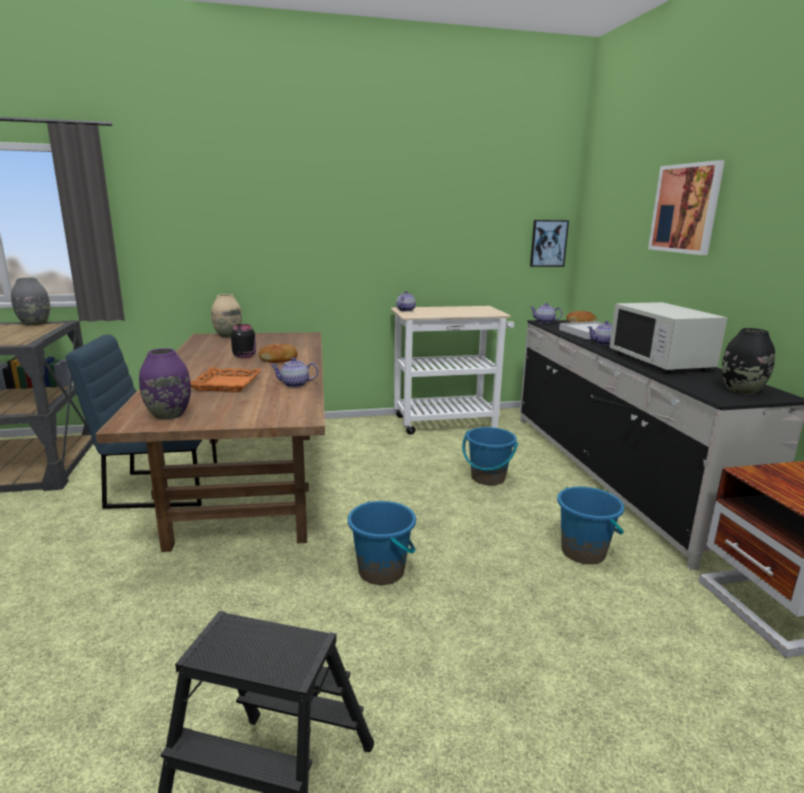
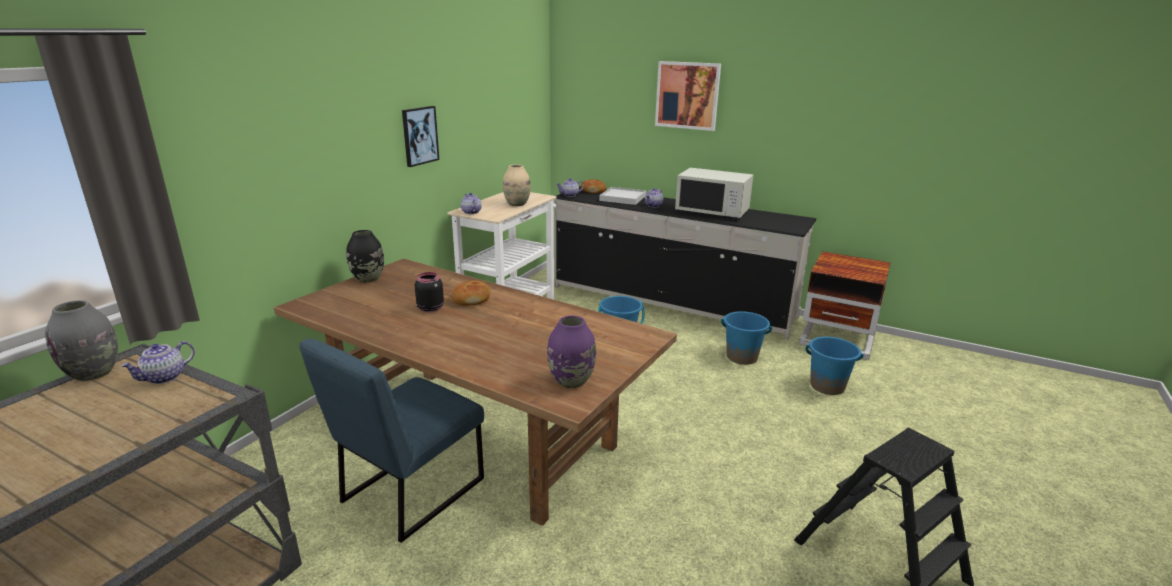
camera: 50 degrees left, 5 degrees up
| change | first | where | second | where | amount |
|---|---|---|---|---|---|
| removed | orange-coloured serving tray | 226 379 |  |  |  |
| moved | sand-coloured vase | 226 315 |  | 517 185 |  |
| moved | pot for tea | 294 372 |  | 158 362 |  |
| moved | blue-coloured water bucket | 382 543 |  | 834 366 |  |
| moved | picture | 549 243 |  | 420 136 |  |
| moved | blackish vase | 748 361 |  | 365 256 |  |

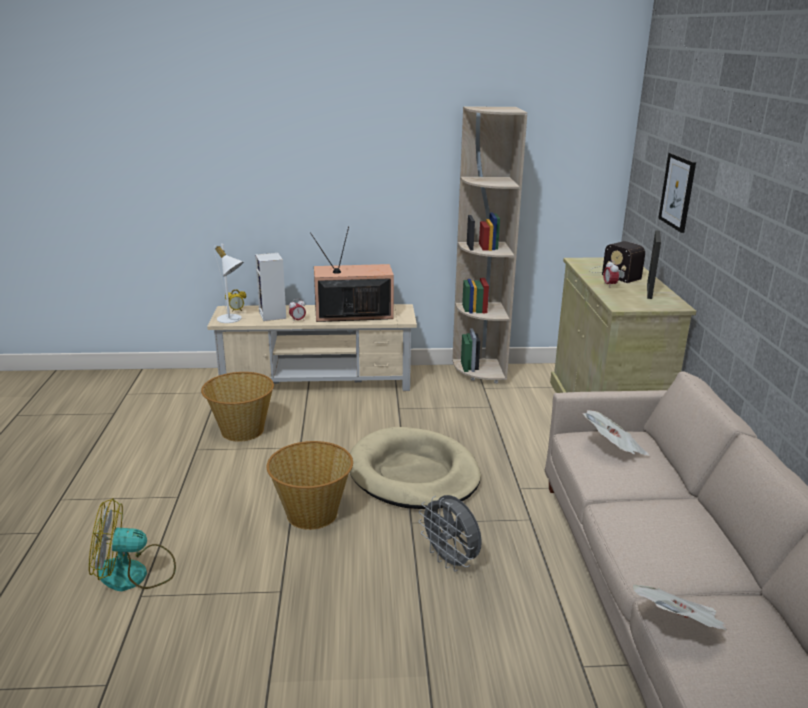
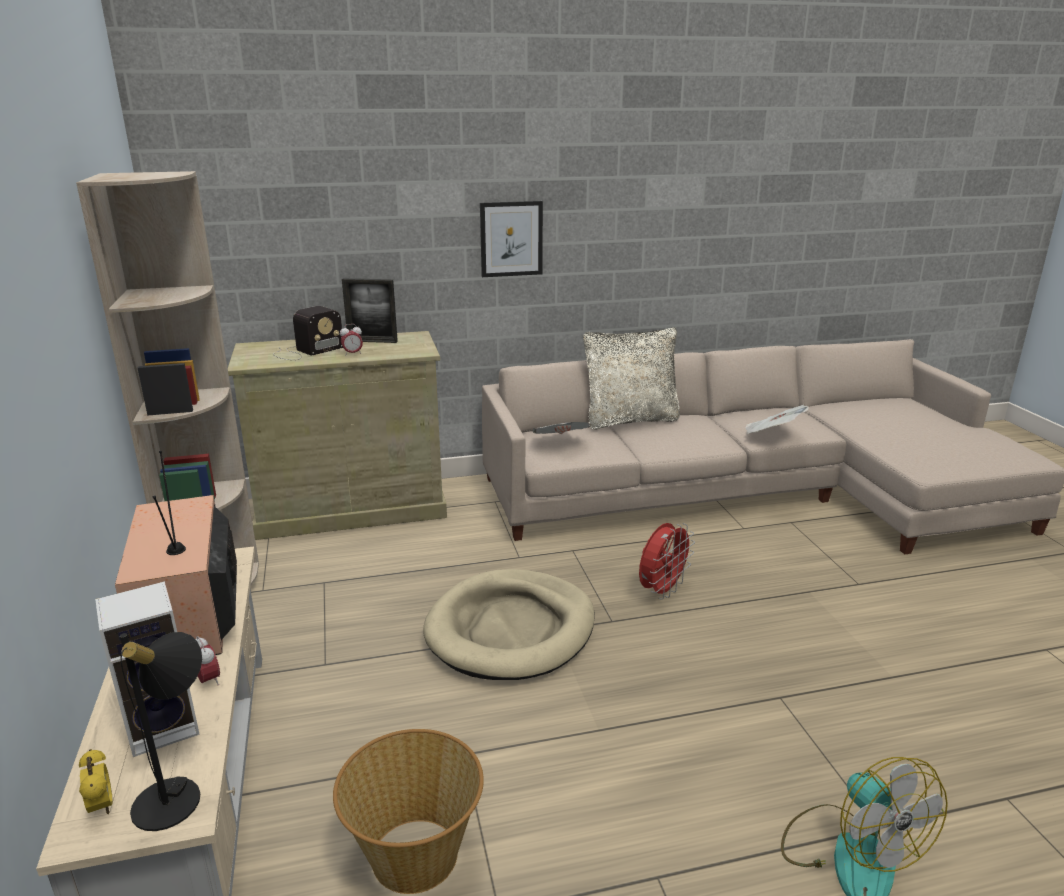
camera: 100 degrees left, 0 degrees up
| change | first | where | second | where | amount |
|---|---|---|---|---|---|
| removed | basket | 310 485 |  |  |  |
| added |  |  | sand-coloured throw pillow | 631 378 |  |
| moved | picture | 677 193 |  | 511 239 |  |
| recoloured | whitish table lamp | 228 283 | blackish table lamp | 161 731 |  |
| recoloured | grey electric fan | 450 533 | red-coloured electric fan | 667 561 |  |

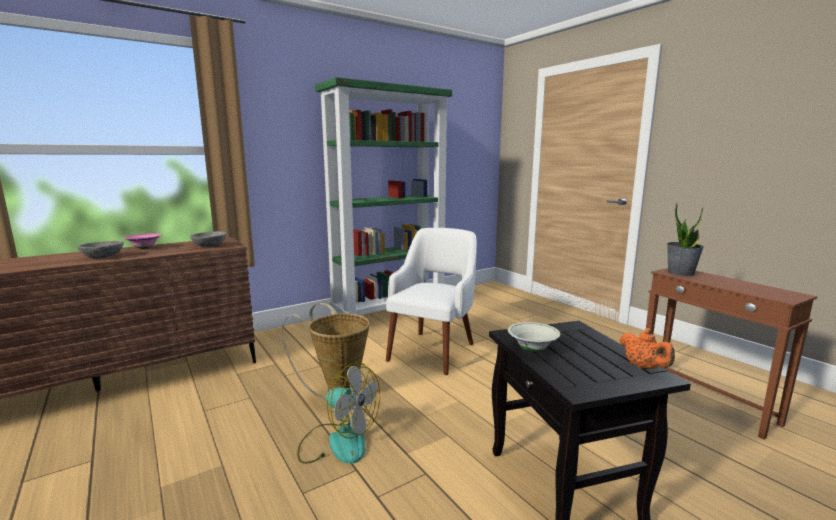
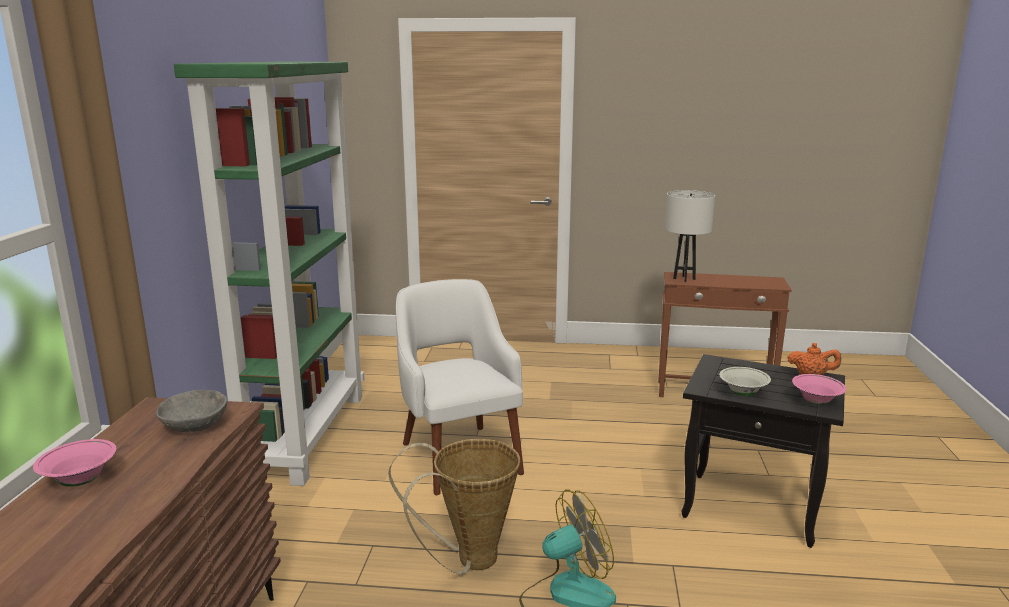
camera: 50 degrees left, 5 degrees up
| change | first | where | second | where | amount |
|---|---|---|---|---|---|
| removed | grey bowl | 100 250 |  |  |  |
| added |  |  | pink bowl | 819 389 |  |
| replaced | houseplant | 685 239 | whitish table lamp | 690 236 |  |

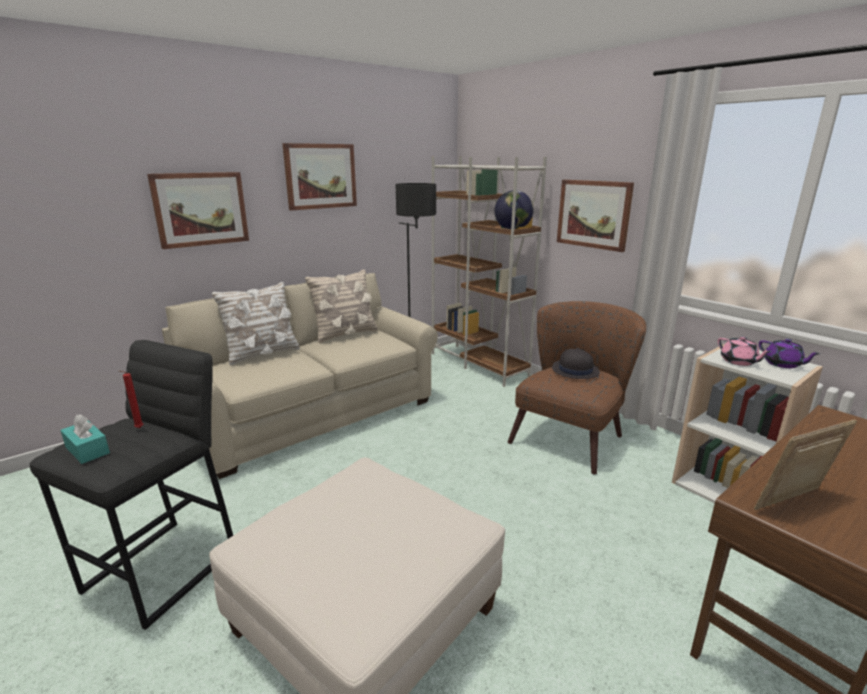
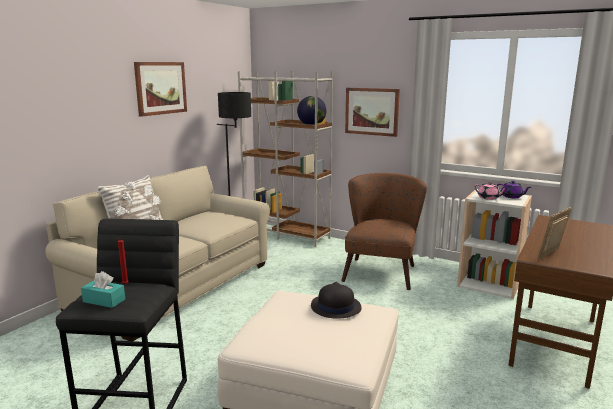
camera: 20 degrees left, 5 degrees down
| change | first | where | second | where | amount |
|---|---|---|---|---|---|
| removed | picture | 198 210 |  |  |  |
| removed | sand-coloured throw pillow | 341 306 |  |  |  |
| moved | blackish hat | 576 363 |  | 336 300 |  |

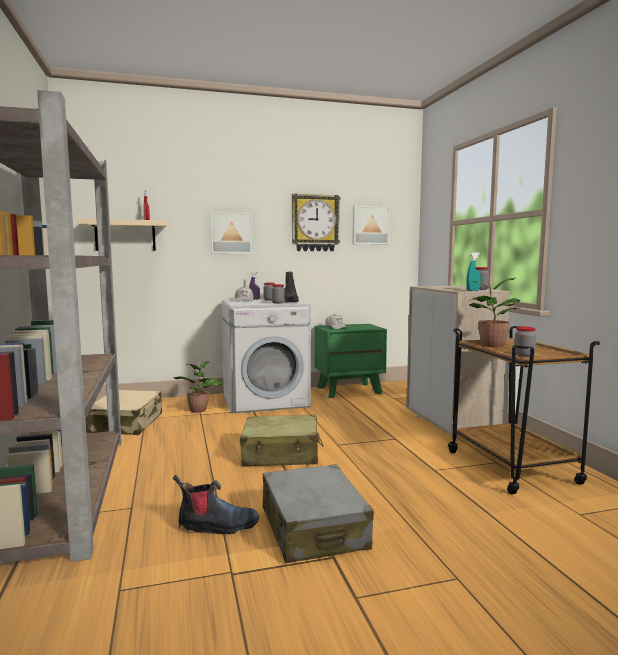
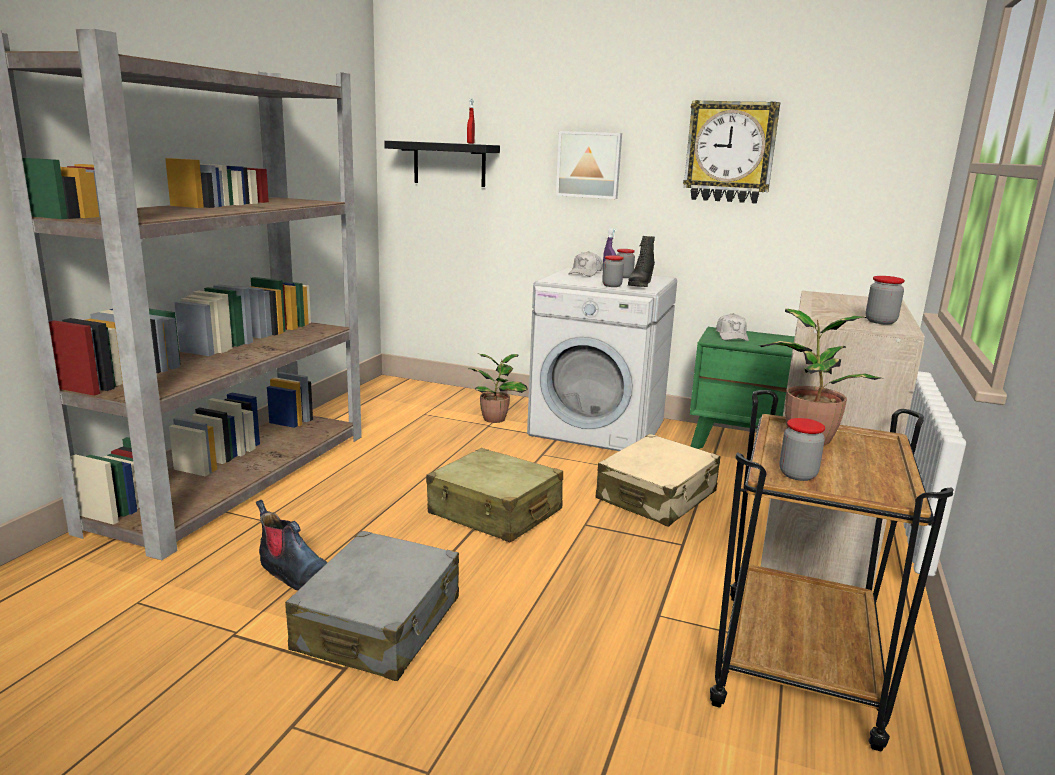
camera: 35 degrees right, 10 degrees up
| change | first | where | second | where | amount |
|---|---|---|---|---|---|
| removed | picture | 371 224 |  |  |  |
| removed | turquoise-coloured spray bottle | 474 271 |  |  |  |
| moved | sand-coloured piece of luggage | 123 412 |  | 657 480 |  |
| recoloured | sand-coloured wall shelf | 122 235 | blackish wall shelf | 442 164 |  |

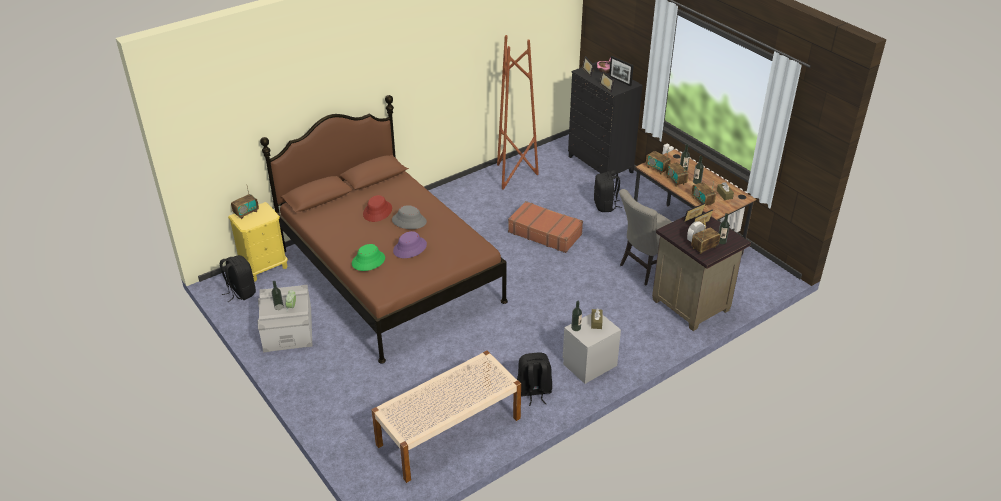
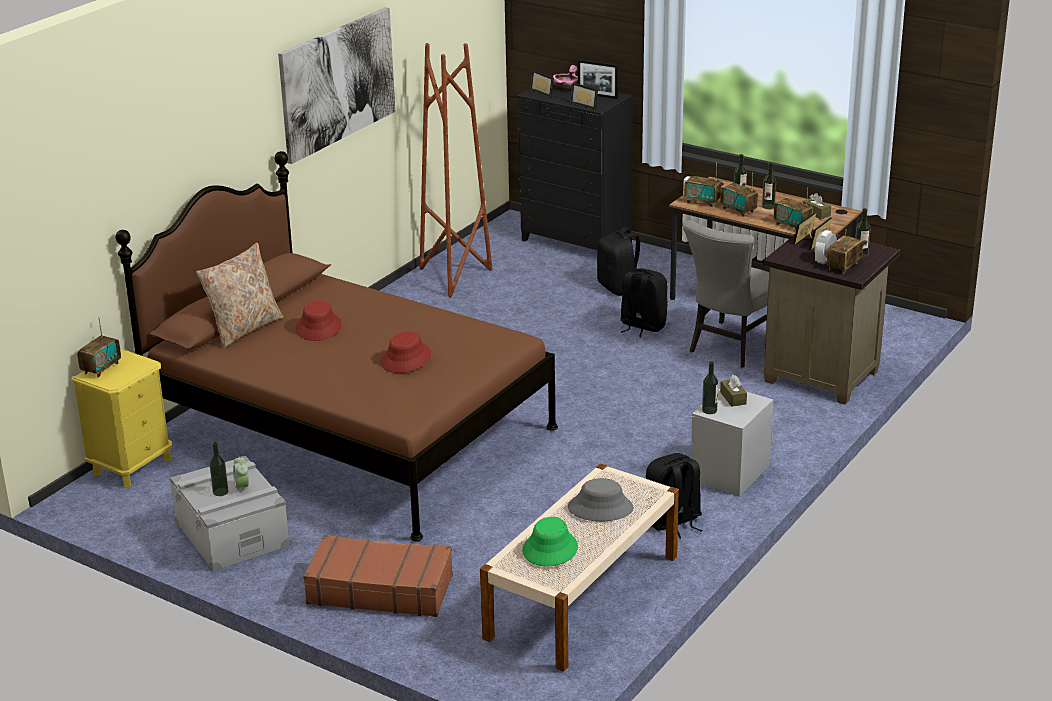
camera: 20 degrees left, 10 degrees down
| change | first | where | second | where | amount |
|---|---|---|---|---|---|
| added |  |  | sand-coloured throw pillow | 240 295 |  |
| added |  |  | picture | 336 85 |  |
| moved | blackish backpack | 238 278 |  | 644 302 |  |
| moved | green-coloured hat | 368 257 |  | 550 541 |  |
| moved | grey hat | 409 217 |  | 601 499 |  |
| moved | brownish piece of luggage | 545 227 |  | 378 576 |  |
| recoloured | purple hat | 410 244 | red-coloured hat | 406 352 |  |

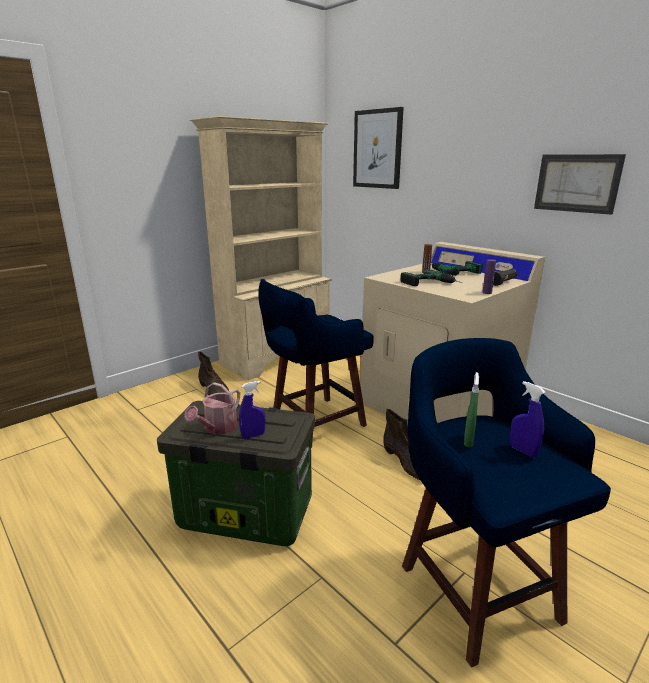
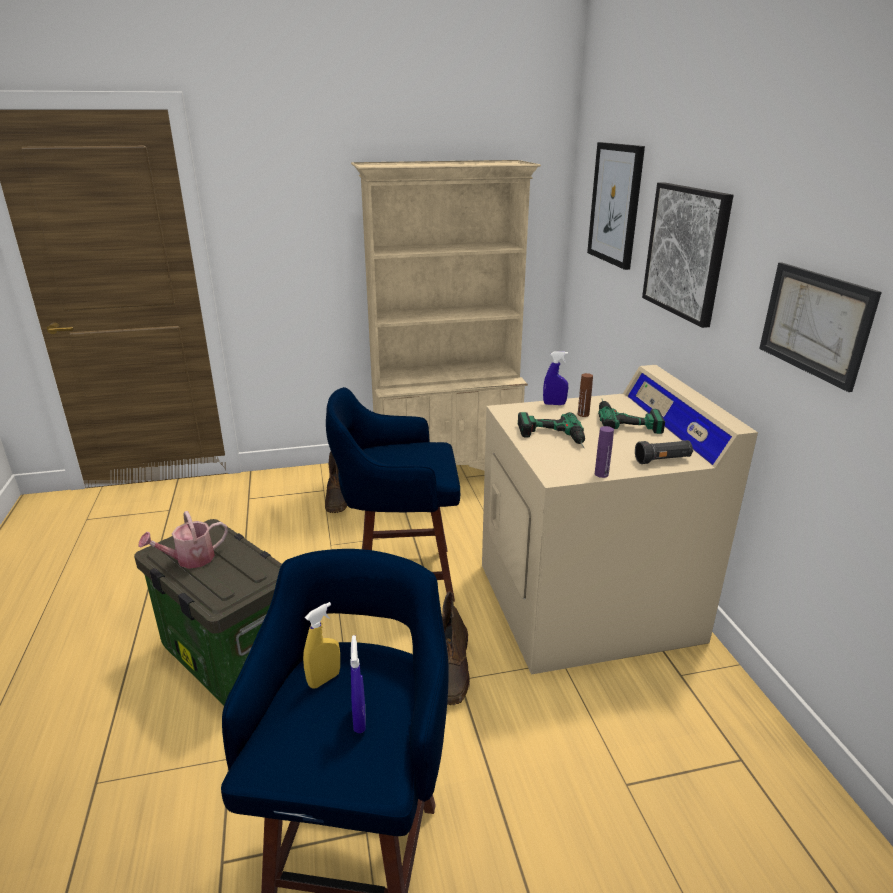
camera: 30 degrees right, 5 degrees up
| change | first | where | second | where | amount |
|---|---|---|---|---|---|
| added |  |  | picture | 688 255 |  |
| moved | blue-coloured spray bottle | 252 410 |  | 555 378 |  |
| recoloured | green-coloured spray bottle | 471 409 | yellow spray bottle | 321 645 |  |

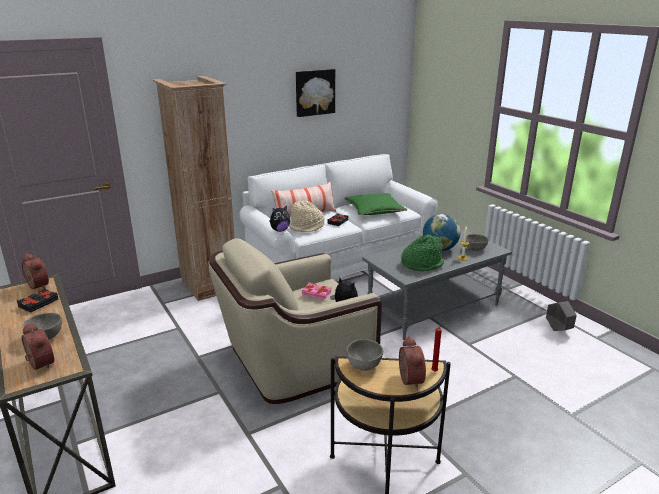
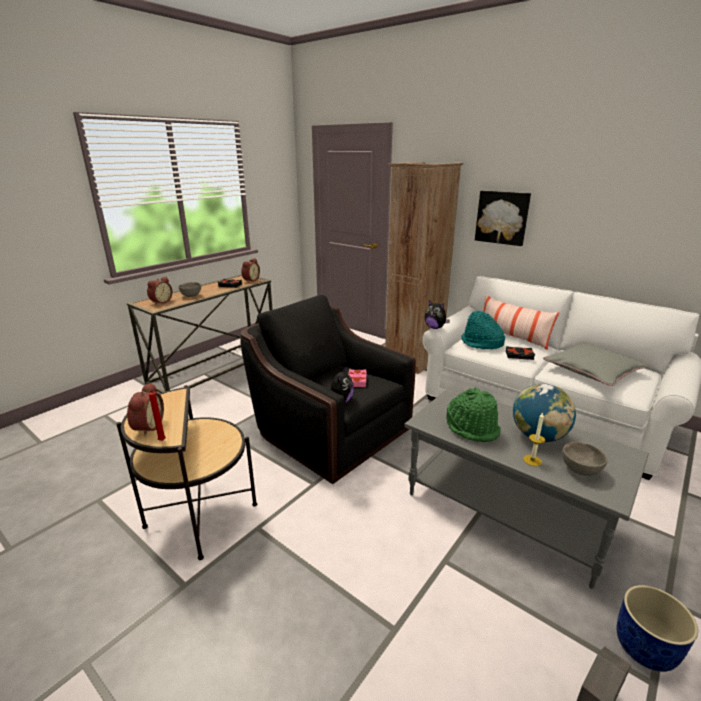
camera: 70 degrees right, 0 degrees up
| change | first | where | second | where | amount |
|---|---|---|---|---|---|
| removed | grey bowl | 364 355 |  |  |  |
| added |  |  | blue-coloured plant pot | 657 628 |  |
| moved | picture | 315 93 |  | 503 218 |  |
| recoloured | sand-coloured armchair | 295 321 | blackish armchair | 328 389 |  |
| recoloured | sand-coloured hat | 306 216 | turquoise-coloured hat | 483 330 |  |
| recoloured | green-coloured throw pillow | 375 204 | grey throw pillow | 595 364 |  |
| turned | table clock | 412 363 |  | 145 409 | 60 degrees counterclockwise |

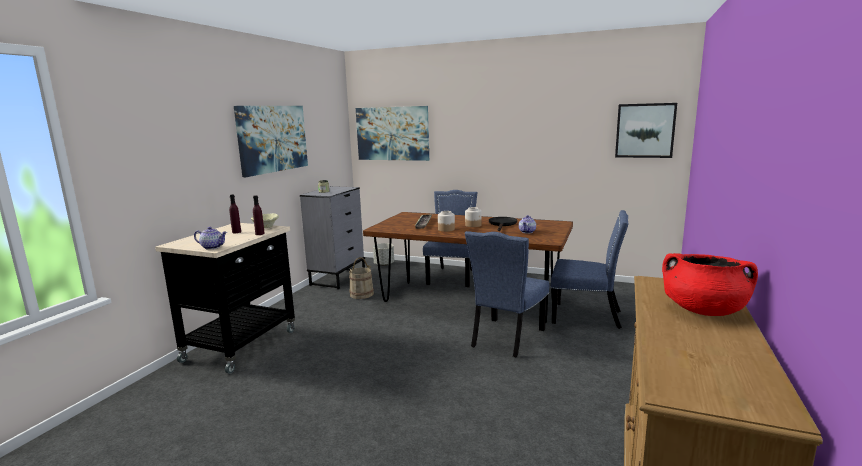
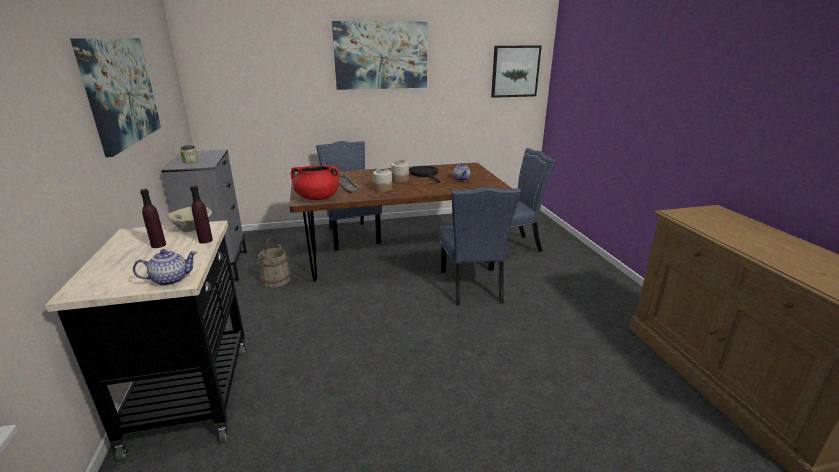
camera: 35 degrees left, 10 degrees up
| change | first | where | second | where | amount |
|---|---|---|---|---|---|
| removed | grey plant pot | 383 254 |  |  |  |
| moved | picture | 392 133 |  | 379 55 |  |
| moved | red-coloured cooking pot | 710 284 |  | 315 182 |  |

